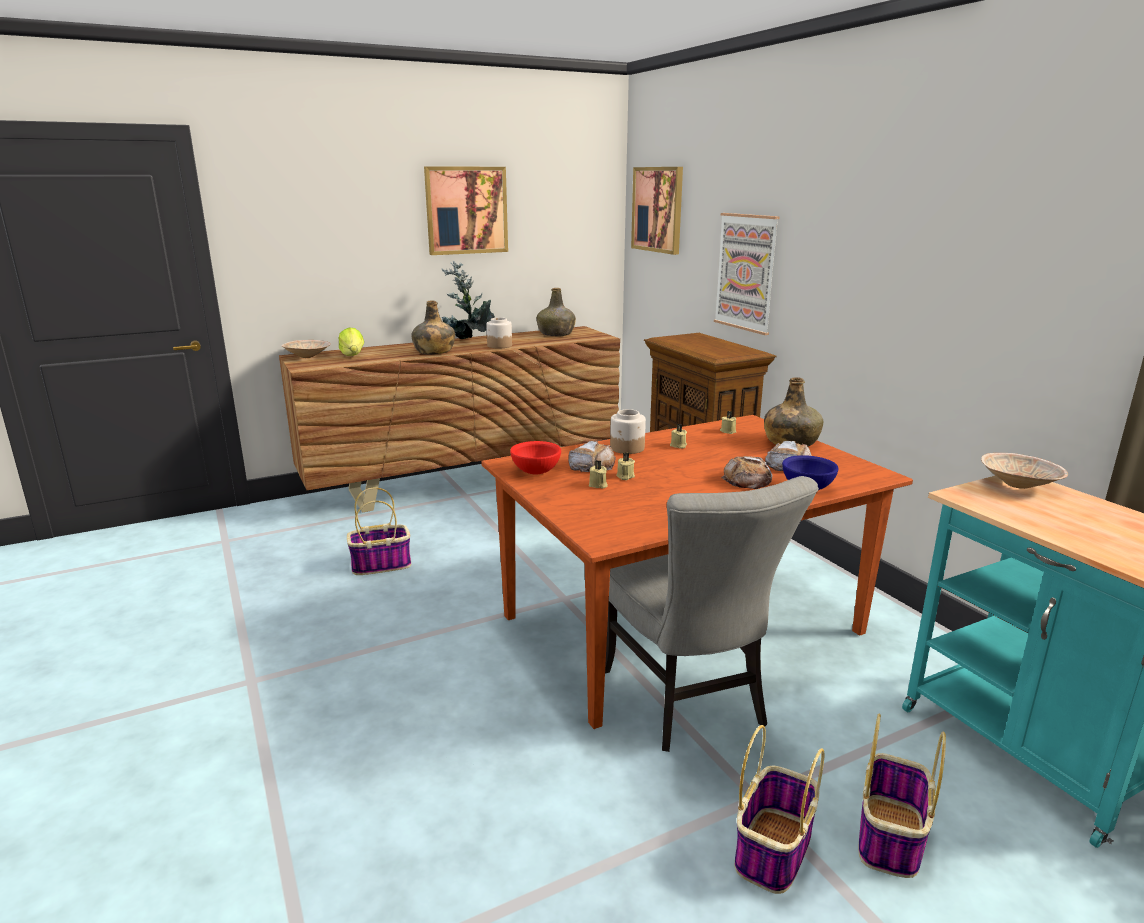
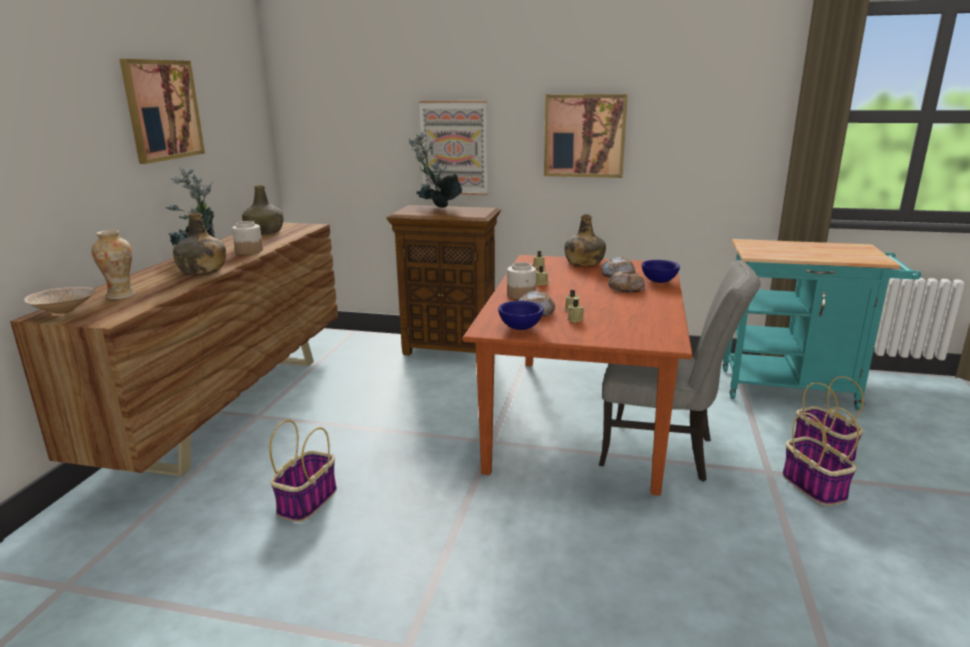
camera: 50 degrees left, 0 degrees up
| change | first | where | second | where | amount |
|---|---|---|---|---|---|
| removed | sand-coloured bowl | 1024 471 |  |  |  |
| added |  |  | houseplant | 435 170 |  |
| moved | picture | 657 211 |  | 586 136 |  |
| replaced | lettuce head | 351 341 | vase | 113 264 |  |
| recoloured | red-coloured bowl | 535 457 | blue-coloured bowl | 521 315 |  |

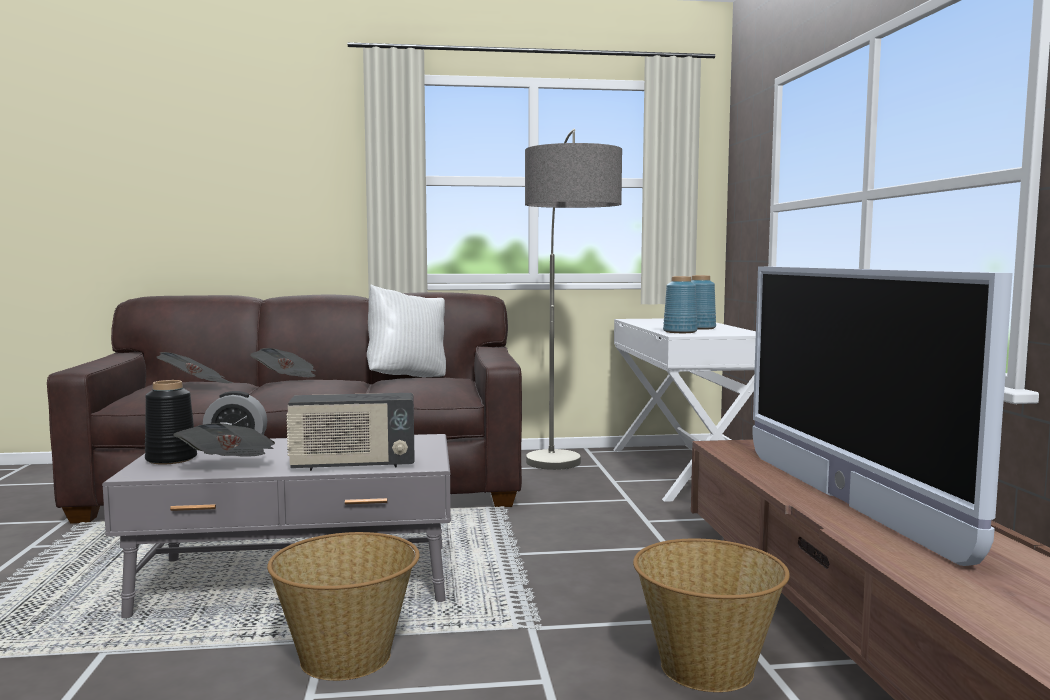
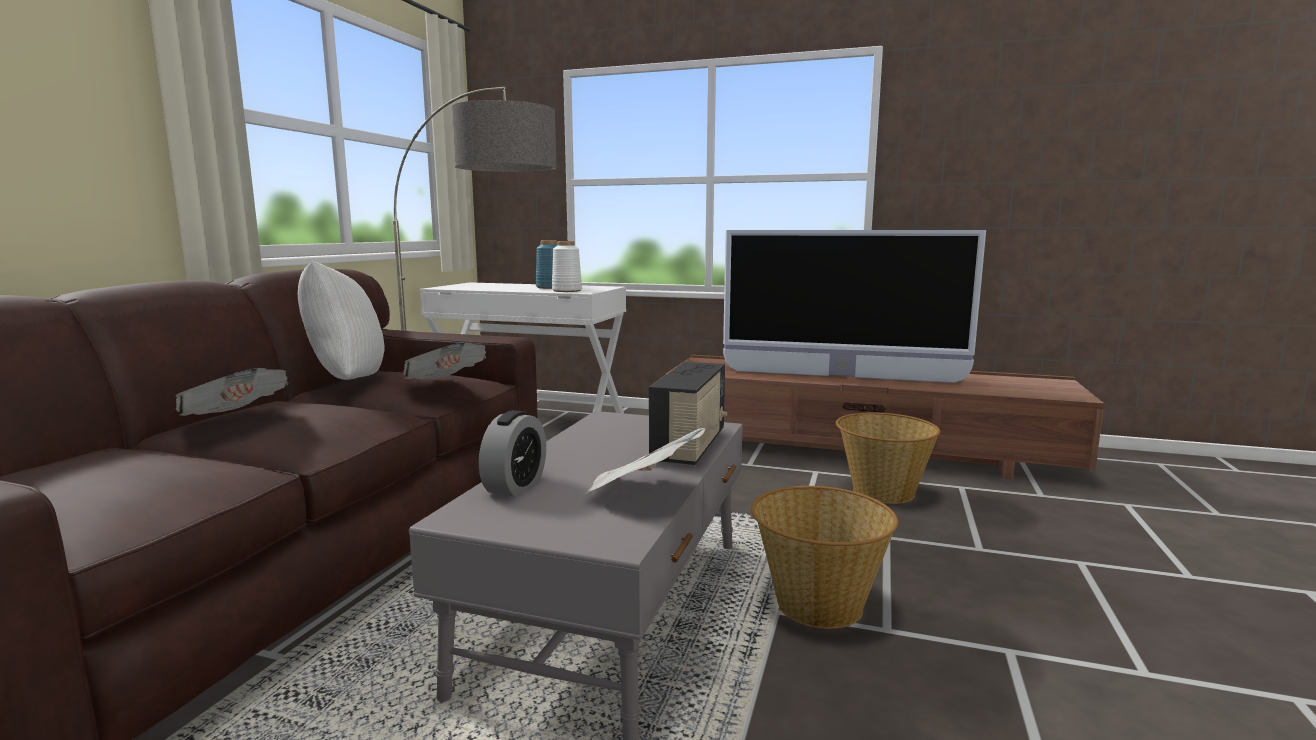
camera: 65 degrees left, 5 degrees up
| change | first | where | second | where | amount |
|---|---|---|---|---|---|
| removed | blackish vase | 171 422 |  |  |  |
| moved | newspaper | 195 367 |  | 444 360 |  |
| recoloured | blue-coloured vase | 680 304 | whitish vase | 567 266 |  |

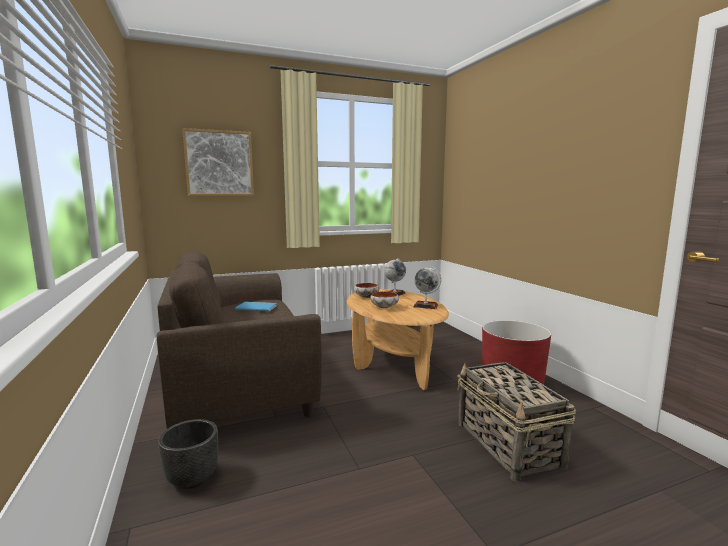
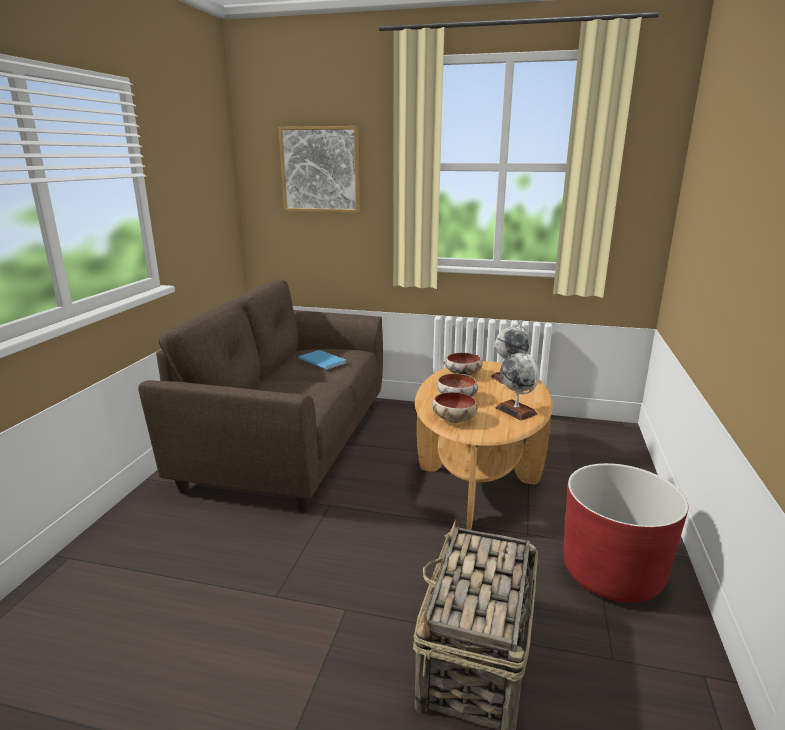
camera: 35 degrees right, 10 degrees up
| change | first | where | second | where | amount |
|---|---|---|---|---|---|
| removed | blackish plant pot | 188 454 |  |  |  |
| added |  |  | bowl | 455 407 |  |

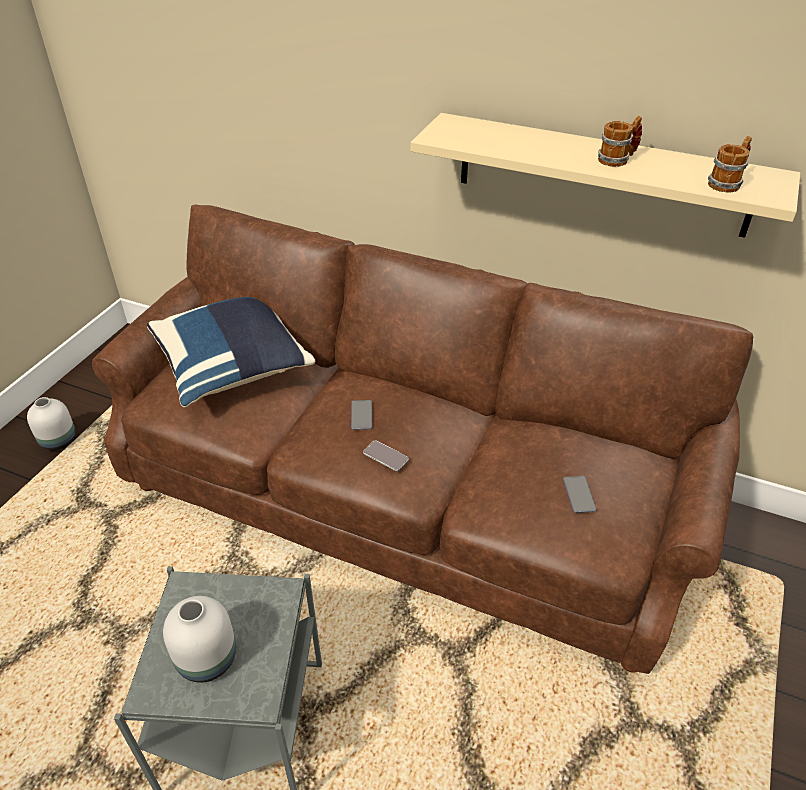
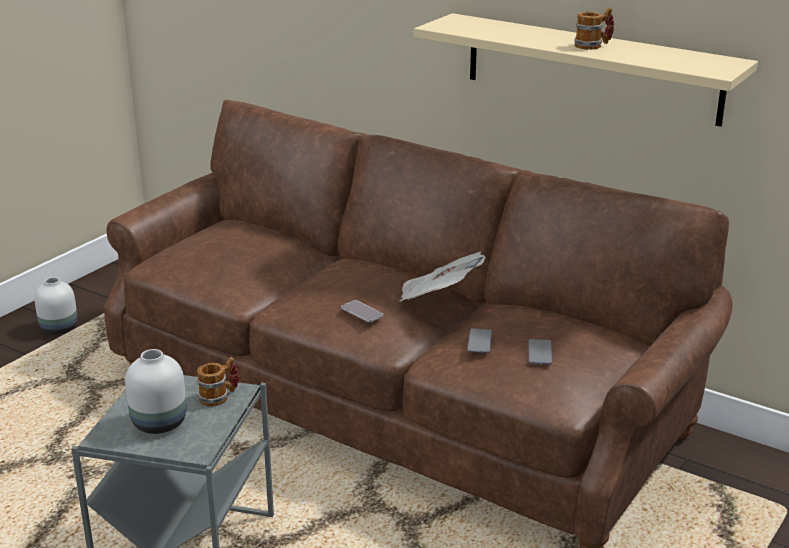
camera: 10 degrees right, 15 degrees down
| change | first | where | second | where | amount |
|---|---|---|---|---|---|
| removed | blue-coloured throw pillow | 231 352 |  |  |  |
| added |  |  | newspaper | 442 277 |  |
| moved | telephone | 361 415 |  | 479 340 |  |
| moved | coffee mug | 730 164 |  | 218 382 |  |

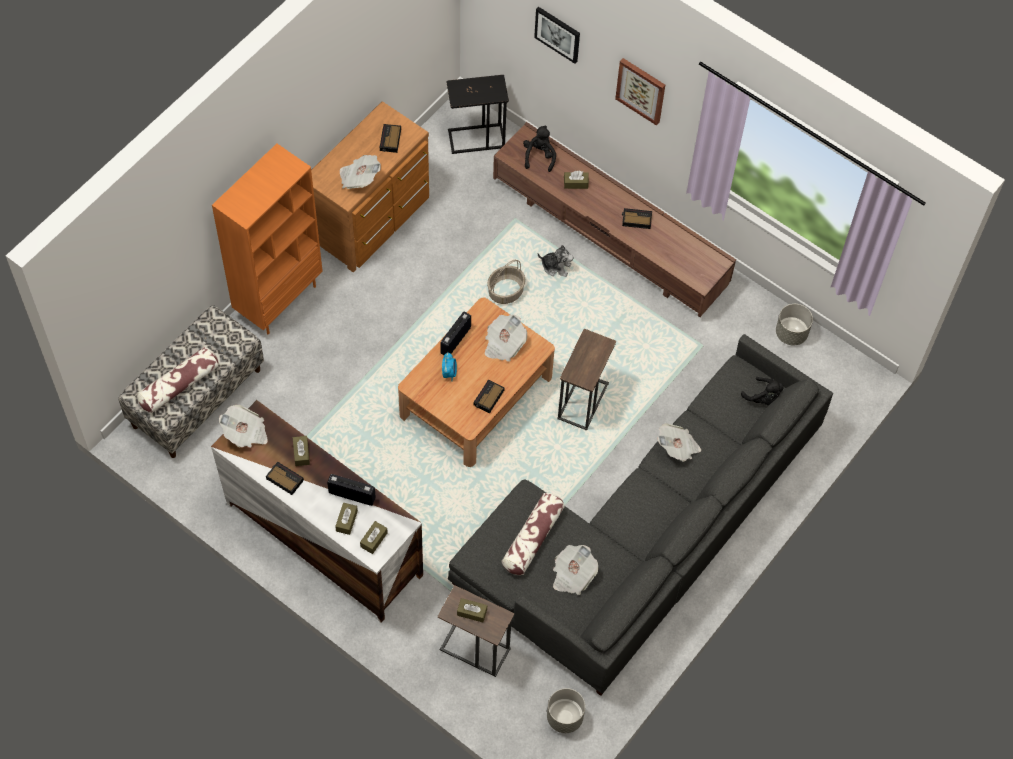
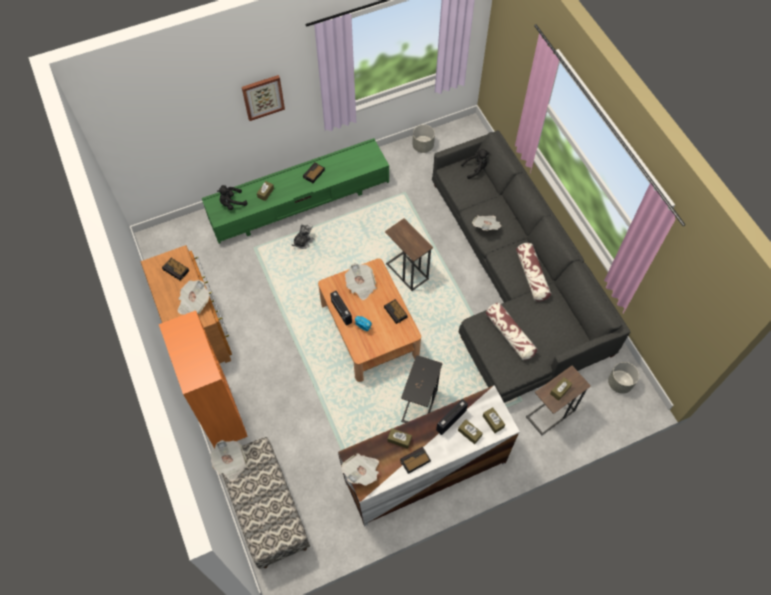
camera: 60 degrees left, 0 degrees up
| change | first | where | second | where | amount |
|---|---|---|---|---|---|
| removed | basket | 506 282 |  |  |  |
| removed | picture | 557 35 |  |  |  |
| moved | throw pillow | 178 380 |  | 533 272 |  |
| moved | blackish accent table | 478 114 |  | 421 389 |  |
| moved | newspaper | 575 570 |  | 229 461 |  |
| recoloured | brownish tv stand | 614 219 | green-coloured tv stand | 295 191 |  |
| turned | blackish cuddly toy | 539 148 |  | 232 197 | 60 degrees counterclockwise |

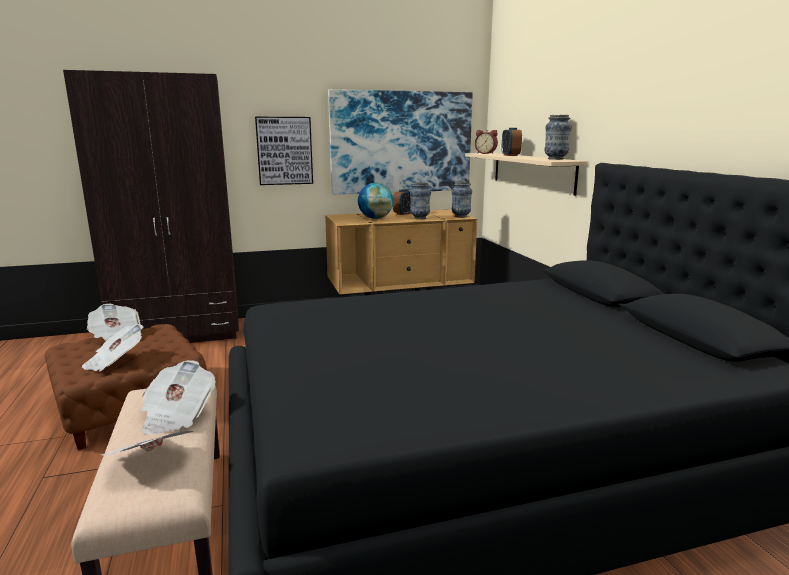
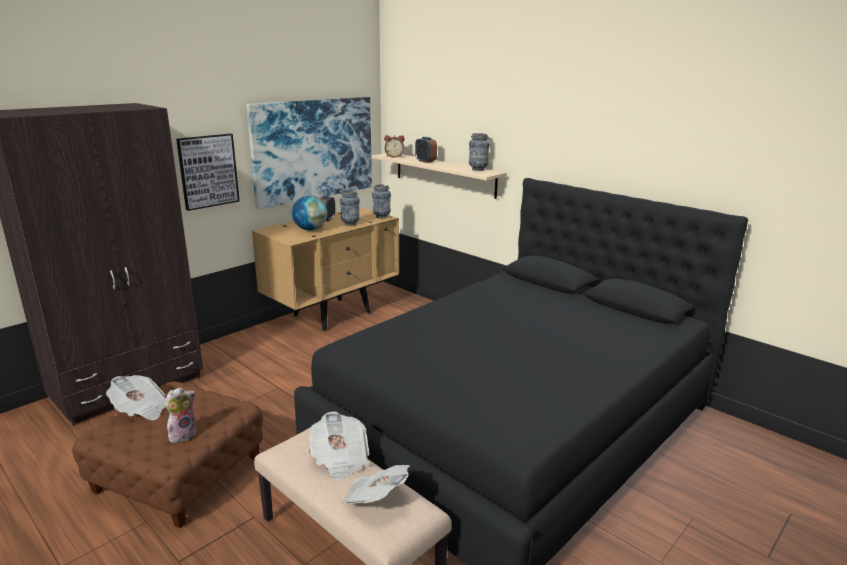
camera: 30 degrees left, 5 degrees up
| change | first | where | second | where | amount |
|---|---|---|---|---|---|
| replaced | newspaper | 112 348 | cuddly toy | 181 415 |  |

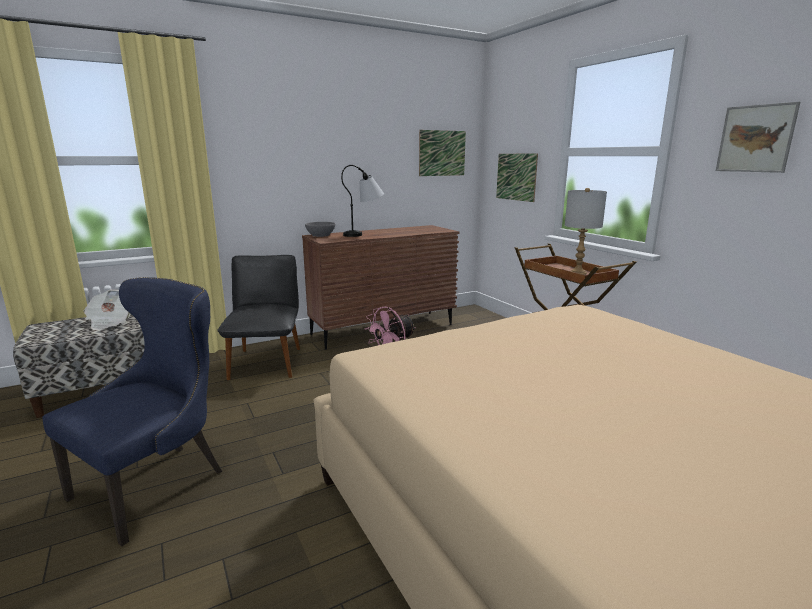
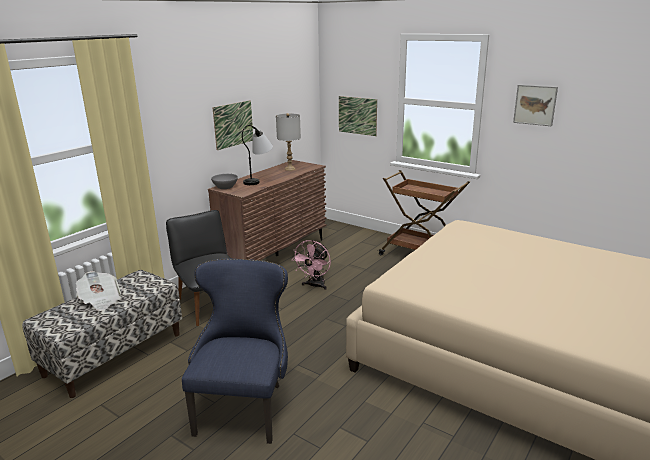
camera: 25 degrees left, 5 degrees up
| change | first | where | second | where | amount |
|---|---|---|---|---|---|
| moved | picture | 442 153 |  | 232 125 |  |
| moved | grey table lamp | 586 231 |  | 288 142 |  |

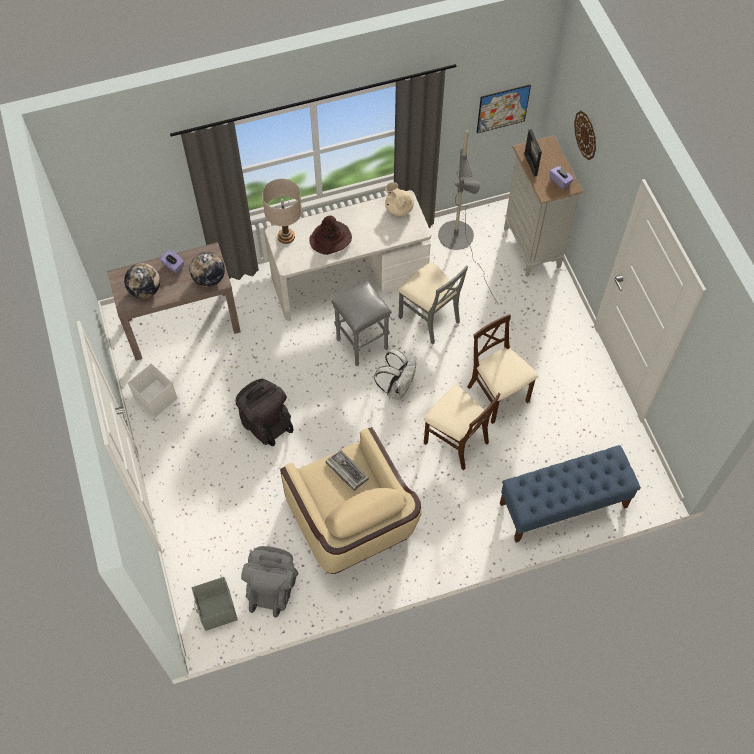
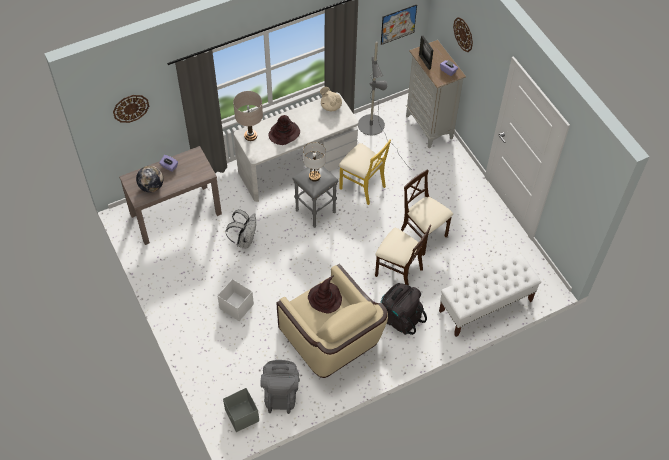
camera: 10 degrees left, 5 degrees down
| change | first | where | second | where | amount |
|---|---|---|---|---|---|
| removed | globe | 207 269 |  |  |  |
| added |  |  | hanging clock | 131 109 |  |
| added |  |  | table lamp | 314 162 |  |
| moved | whitish storage box | 153 390 |  | 235 300 |  |
| moved | blackish backpack | 264 412 |  | 404 309 |  |
| moved | whitish backpack | 395 374 |  | 241 229 |  |
| replaced | keyboard | 347 470 | brownish hat | 325 294 |  |
| recoloured | grey upright chair | 433 303 | yellow upright chair | 365 172 |  |
| recoloured | blue-coloured long seat | 570 494 | whitish long seat | 490 295 |  |

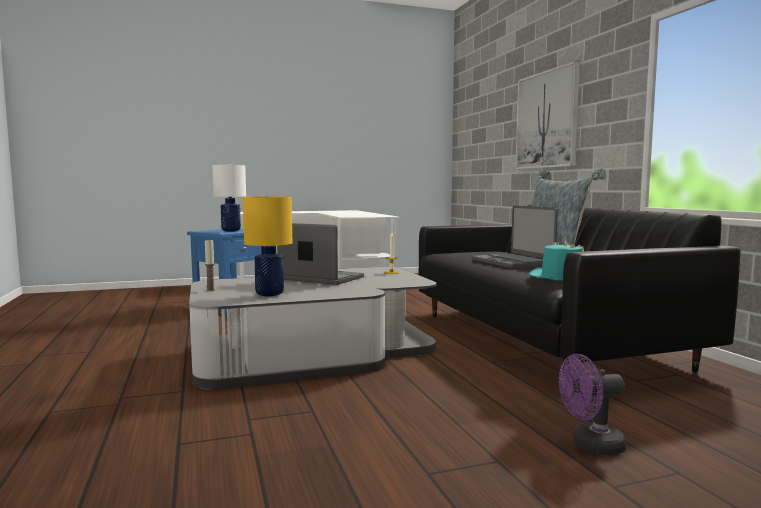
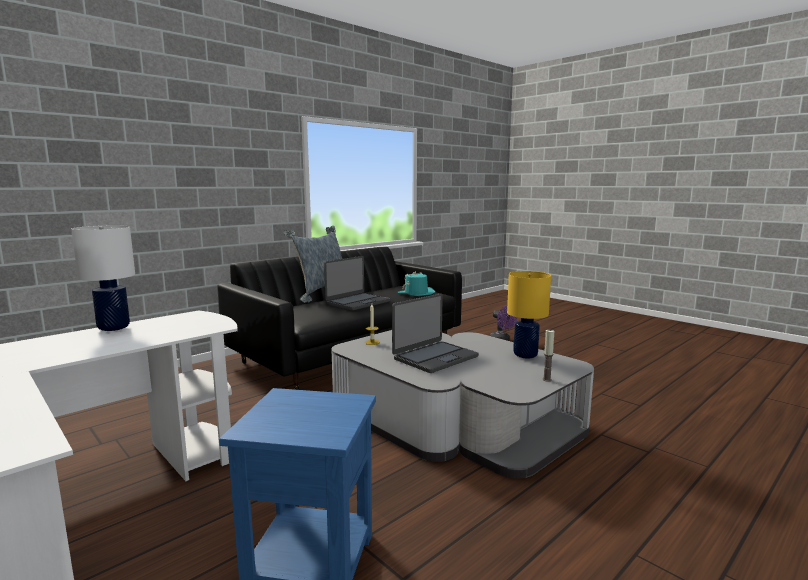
camera: 115 degrees left, 5 degrees up
| change | first | where | second | where | amount |
|---|---|---|---|---|---|
| removed | picture | 547 115 |  |  |  |
| moved | whitish table lamp | 229 198 |  | 103 278 |  |
| turned | laptop | 320 254 |  | 435 333 | 135 degrees counterclockwise |

